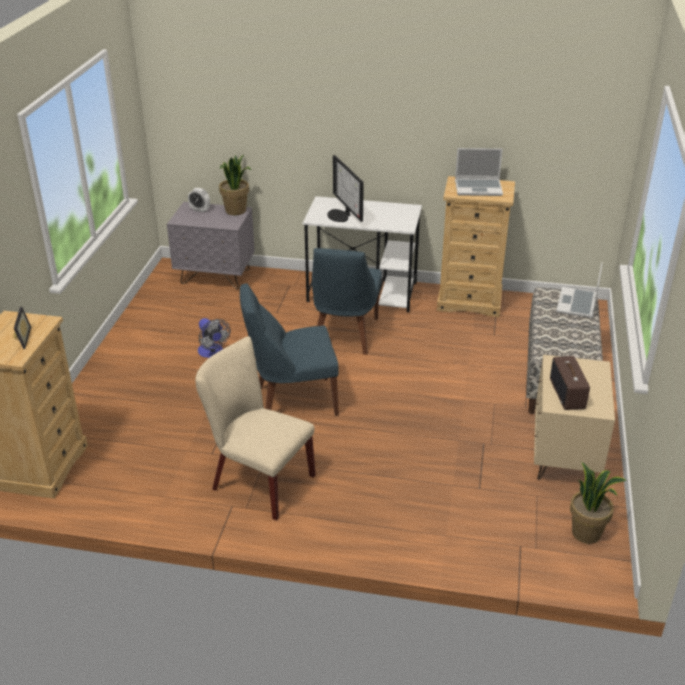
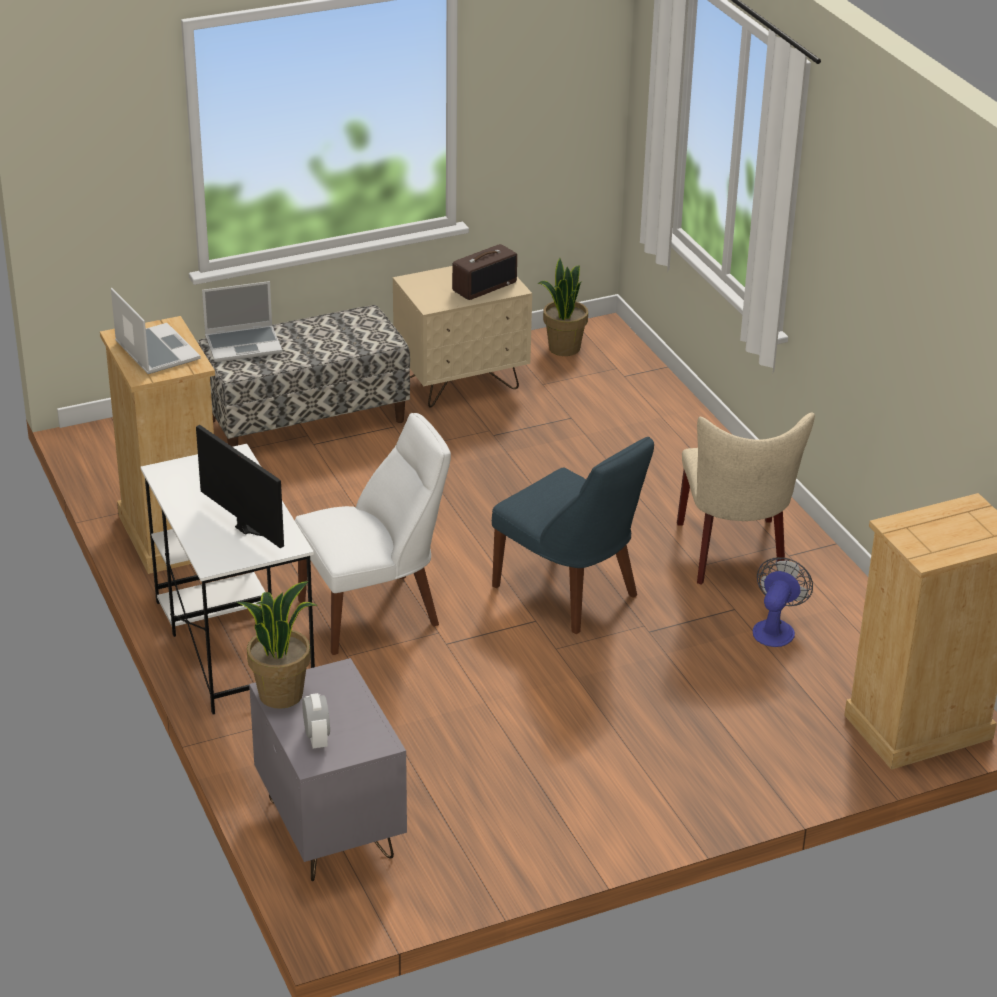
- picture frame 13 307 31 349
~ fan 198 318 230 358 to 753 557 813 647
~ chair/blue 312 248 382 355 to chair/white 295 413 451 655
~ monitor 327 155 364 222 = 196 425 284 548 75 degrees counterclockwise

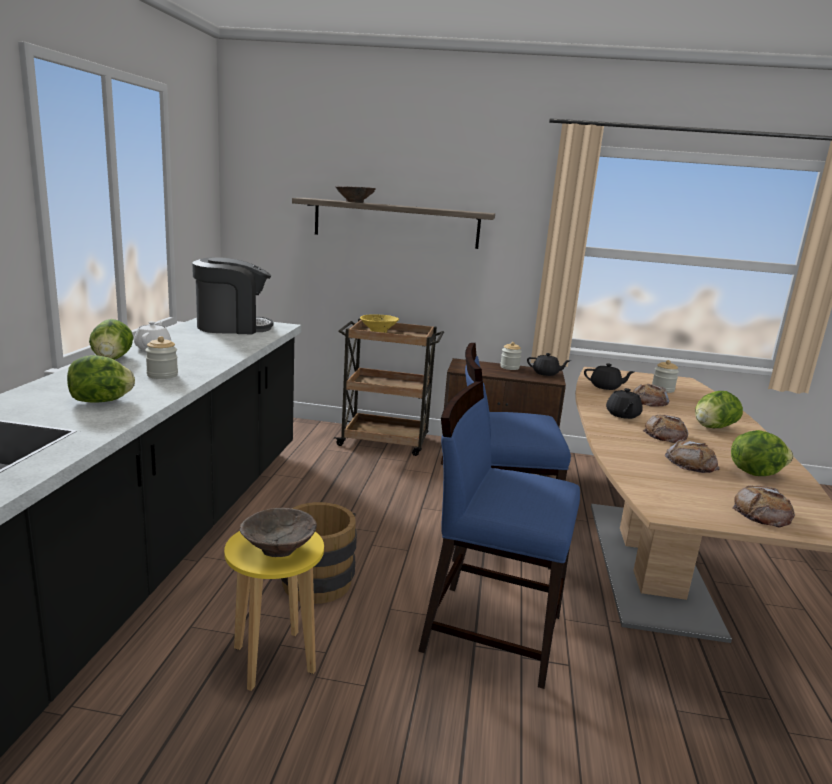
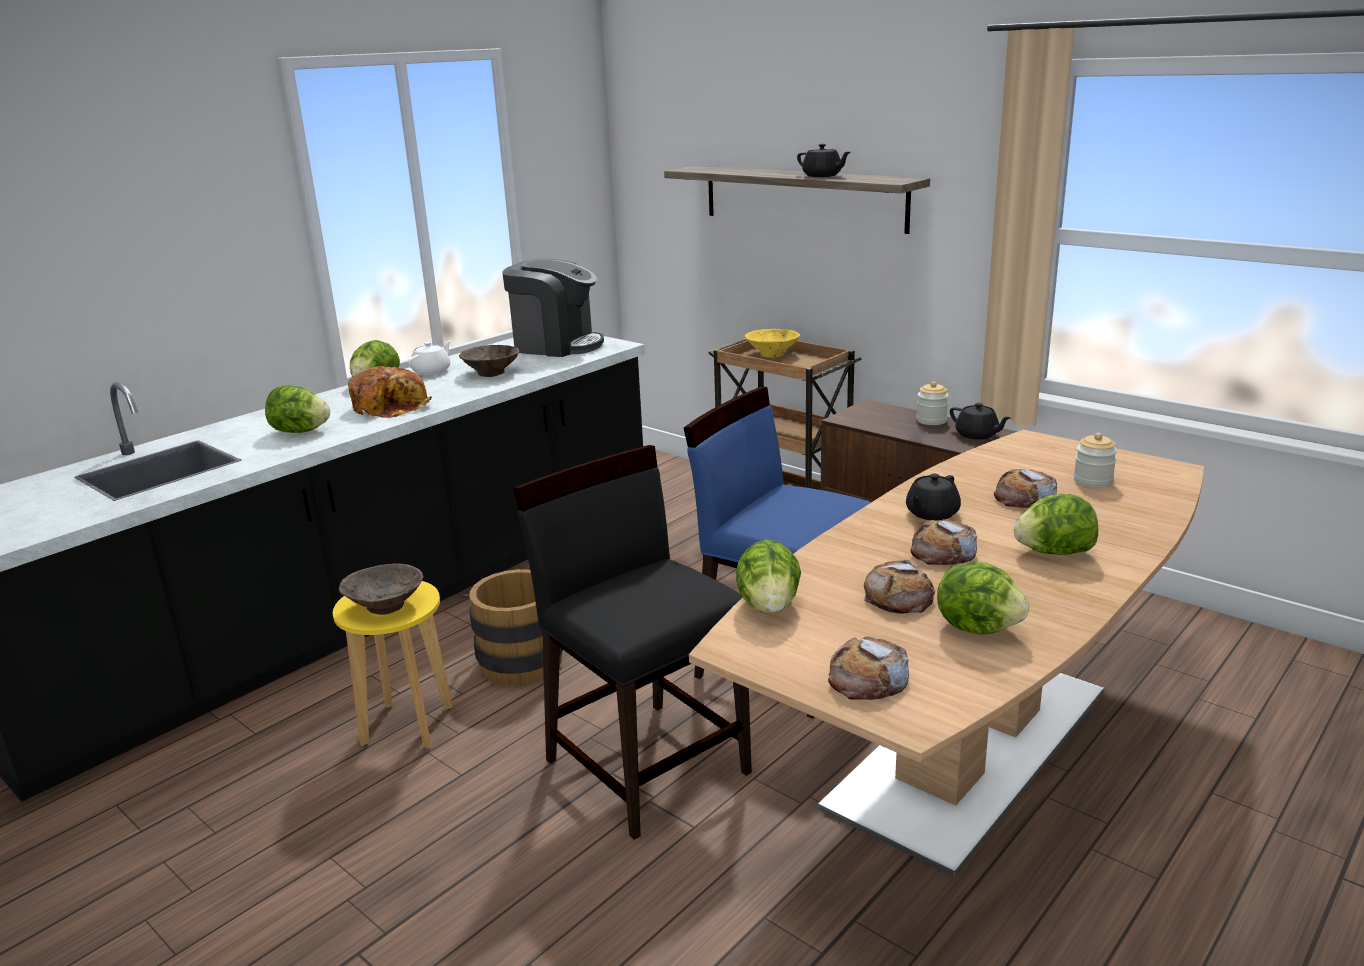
+ lettuce 736 539 801 614
~ bowl/brown 335 186 376 203 to 459 345 519 377
~ teapot/black 584 364 634 390 to 797 144 850 177
~ jar 145 336 178 379 to bread 348 366 432 418
~ chair/blue 418 381 580 689 to chair/black 513 445 752 840

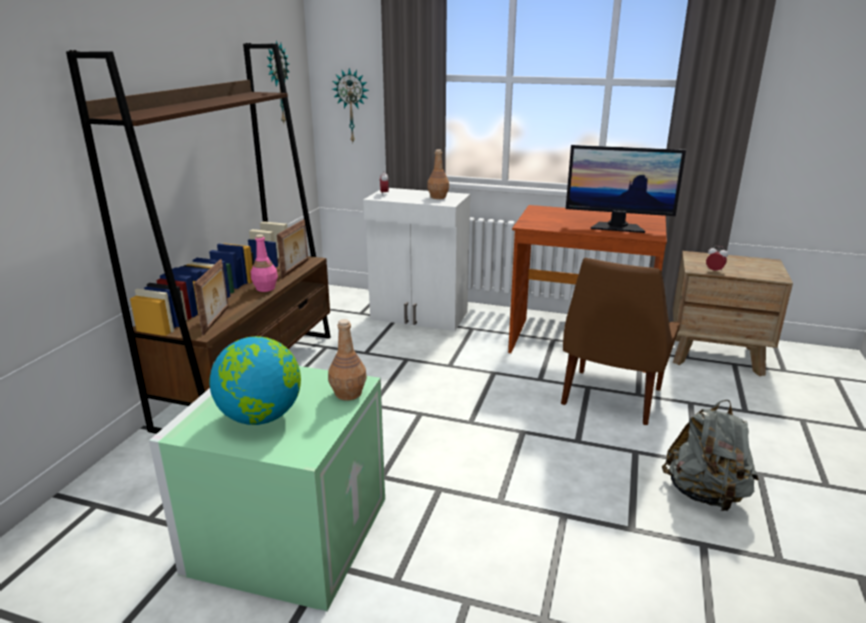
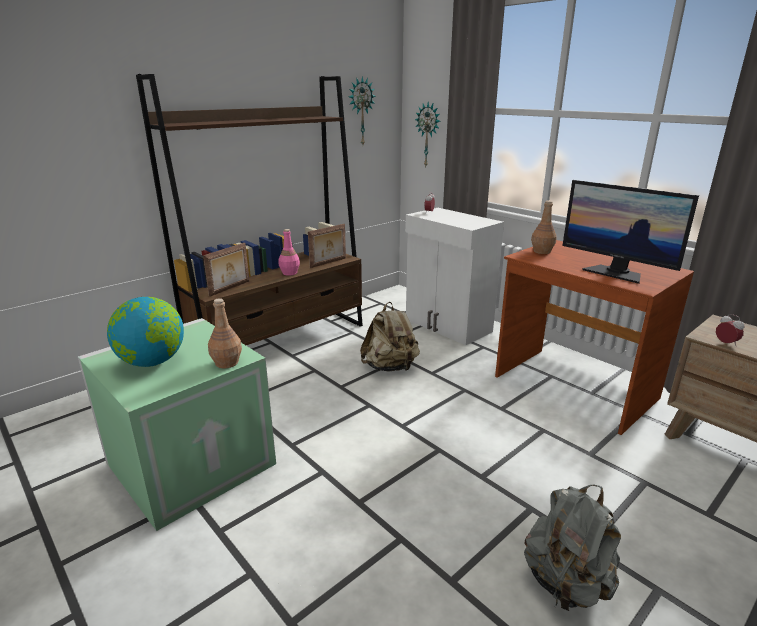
- chair/brown 561 258 680 425
+ backpack/beige 360 302 420 372
~ bottle/brown 427 150 449 199 to 531 201 557 254

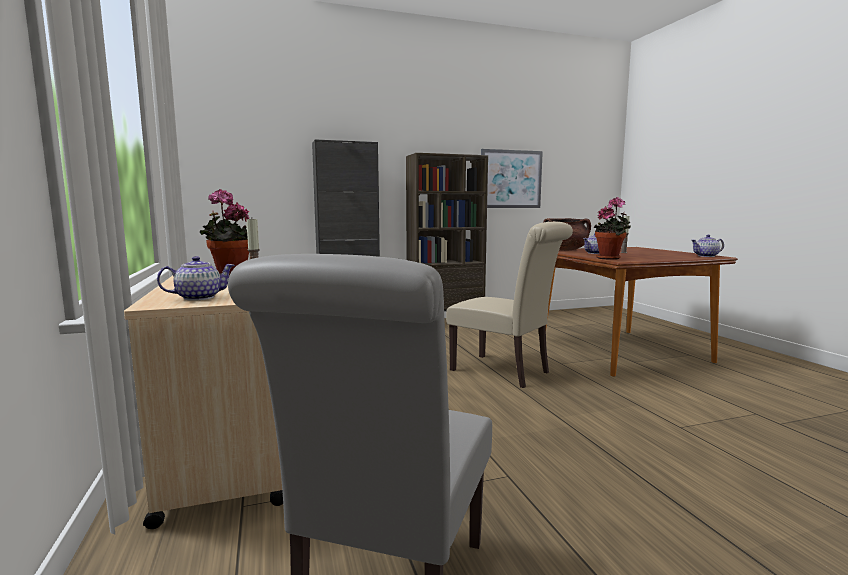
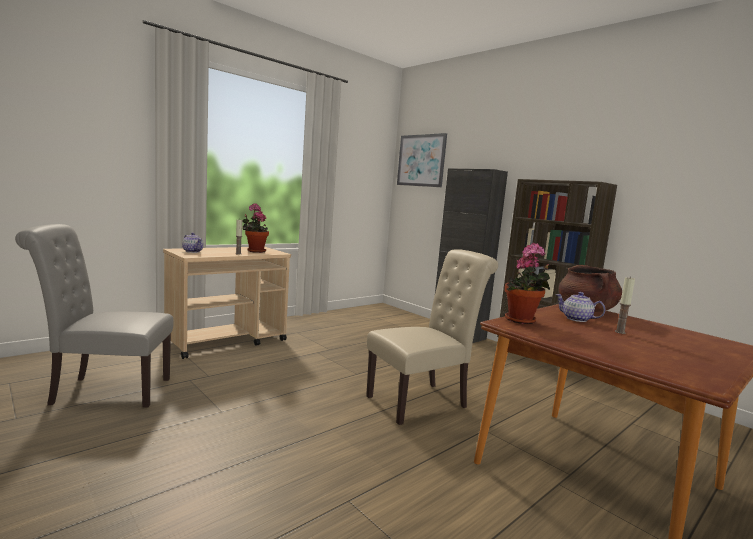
- teapot 691 235 724 257
~ picture 481 149 543 208 to 397 133 447 187
~ chair/beige 446 222 573 388 = 366 249 498 425 135 degrees counterclockwise

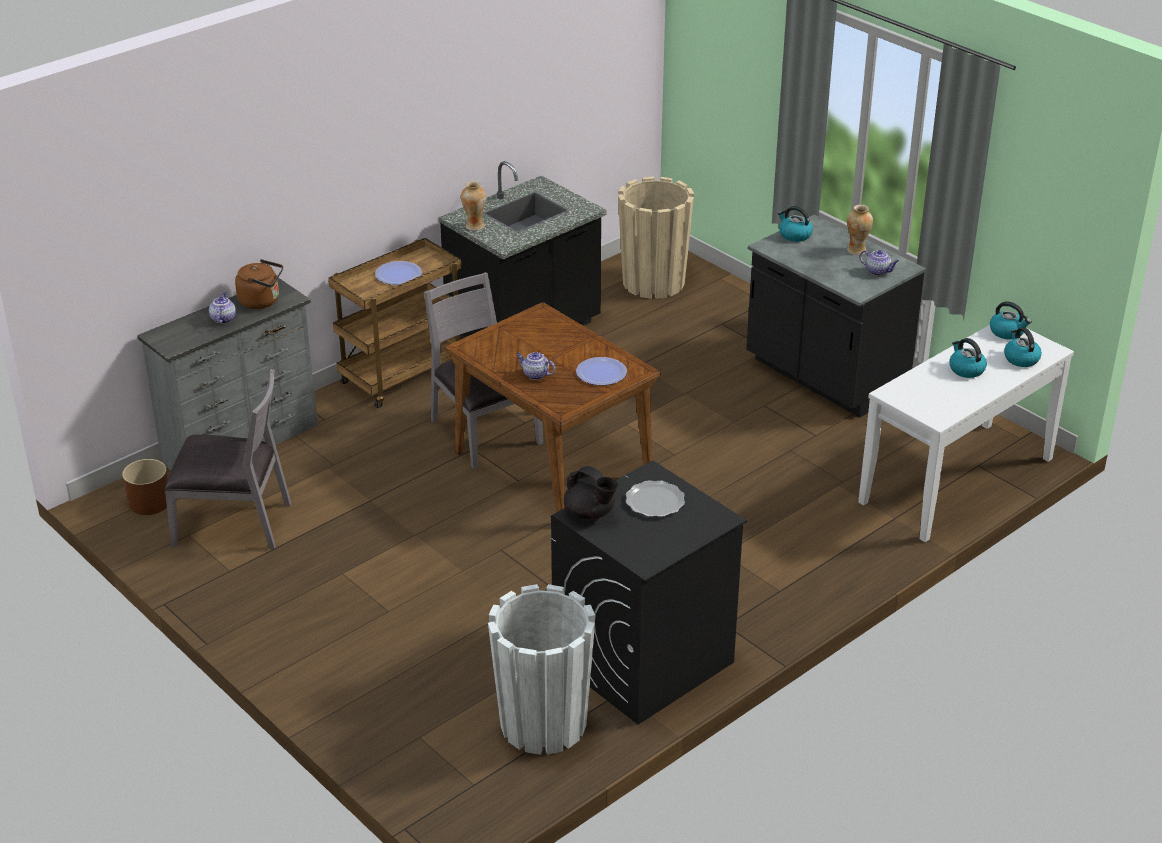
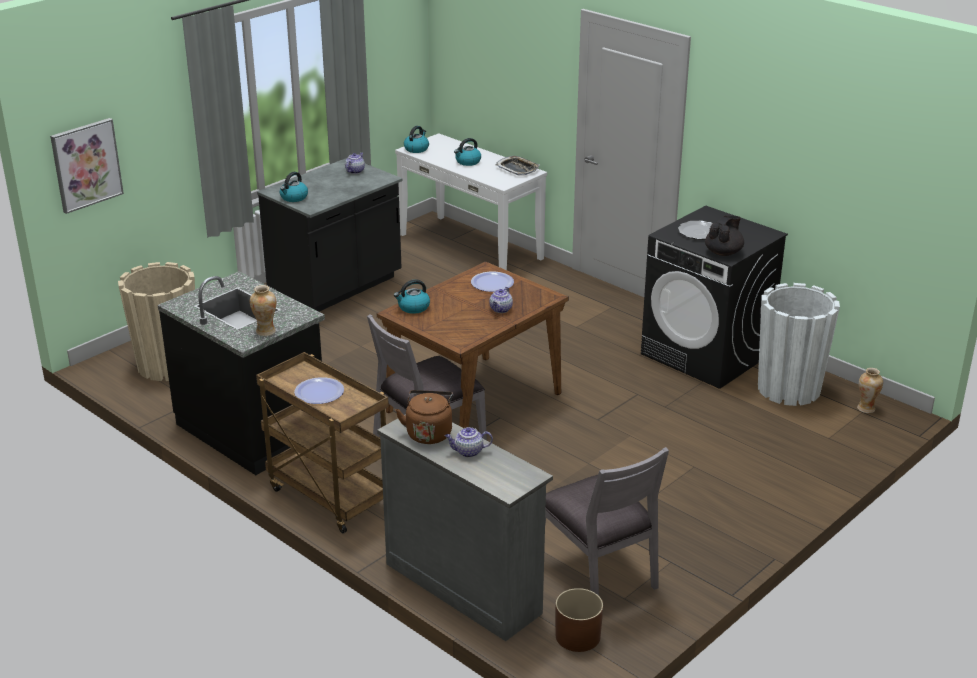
+ picture 50 118 124 214
+ tray 496 156 540 176
~ vase 847 205 873 255 to 857 368 883 413
~ kettle 1004 327 1042 367 to 394 279 430 314
~ chair/grey 165 369 291 549 = 545 447 669 596 150 degrees clockwise

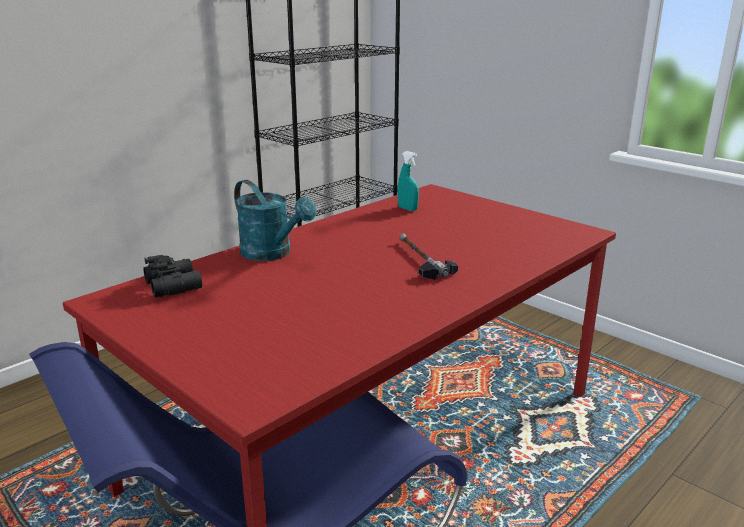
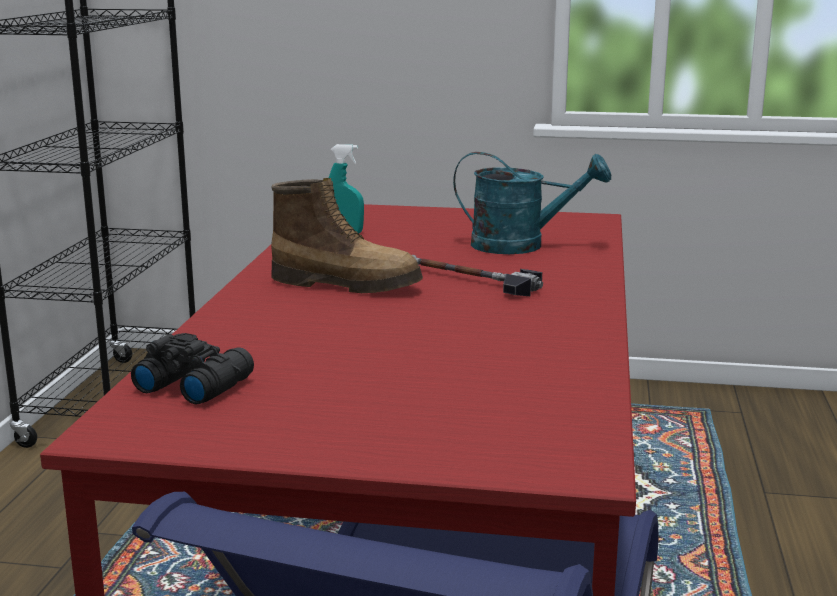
+ boot 271 178 423 293
~ watering can/turquoise 234 180 316 261 to 453 152 611 254

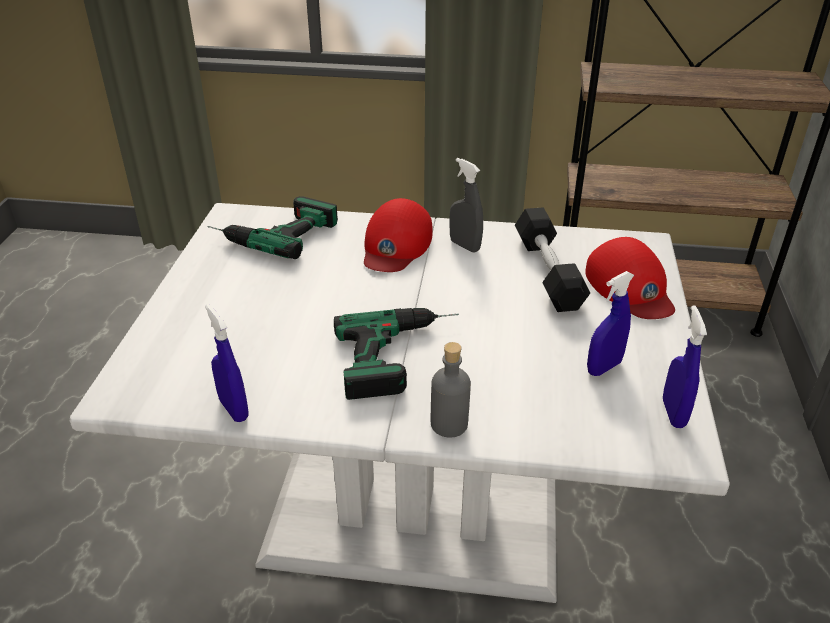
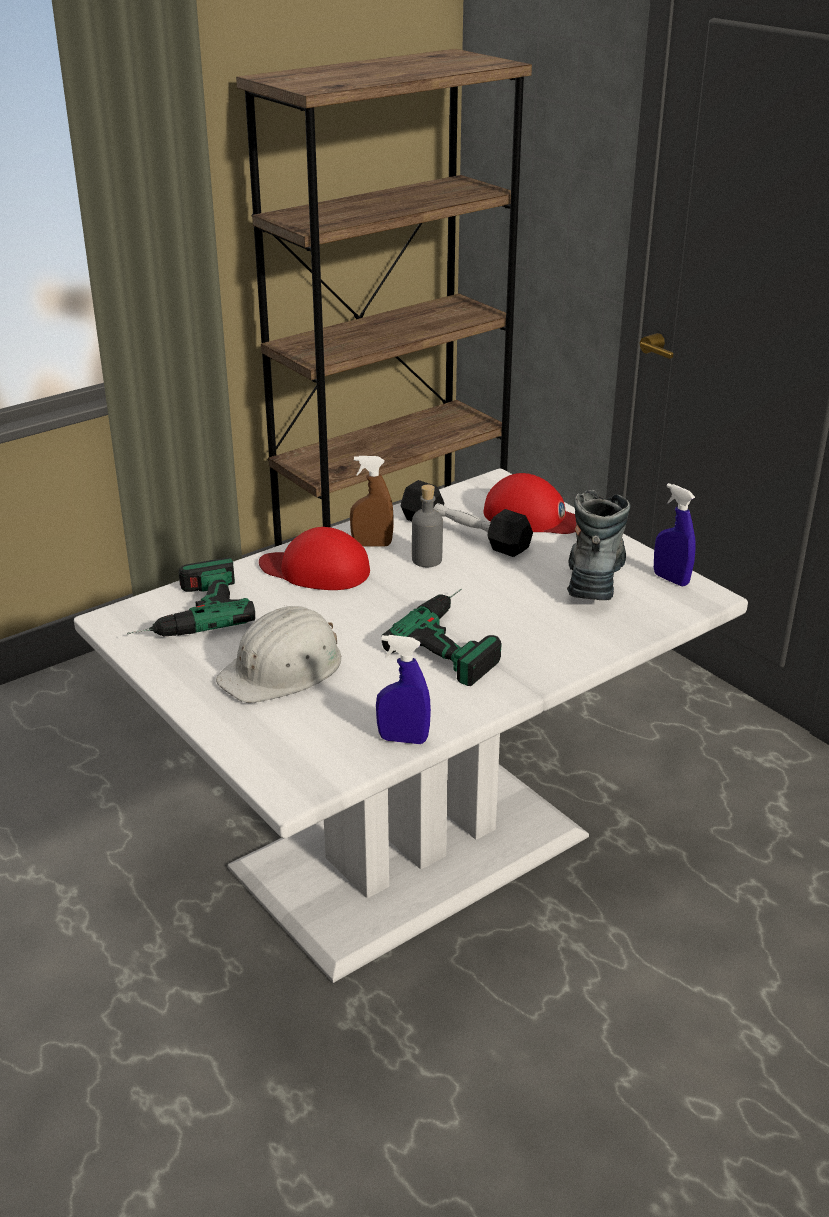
+ hard hat/white 216 606 341 703
~ bottle/grey 431 342 471 438 to 412 485 443 567
~ spray bottle/blue 587 271 634 376 to boot 567 490 631 600
~ spray bottle/grey 449 158 483 253 to spray bottle/brown 350 456 394 547
~ cap/red 364 198 432 272 = 259 527 370 590 135 degrees clockwise

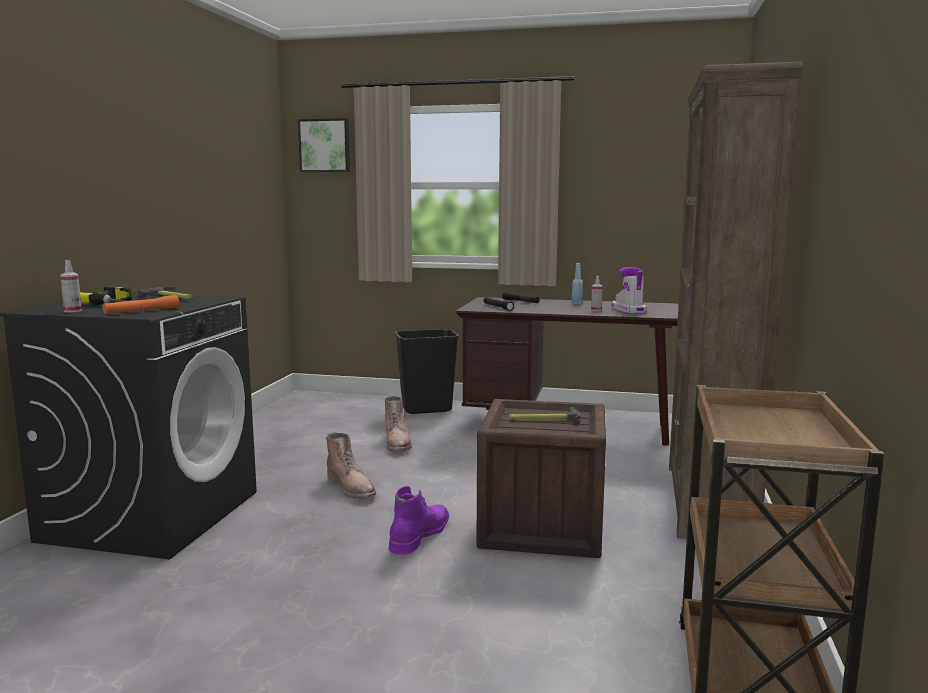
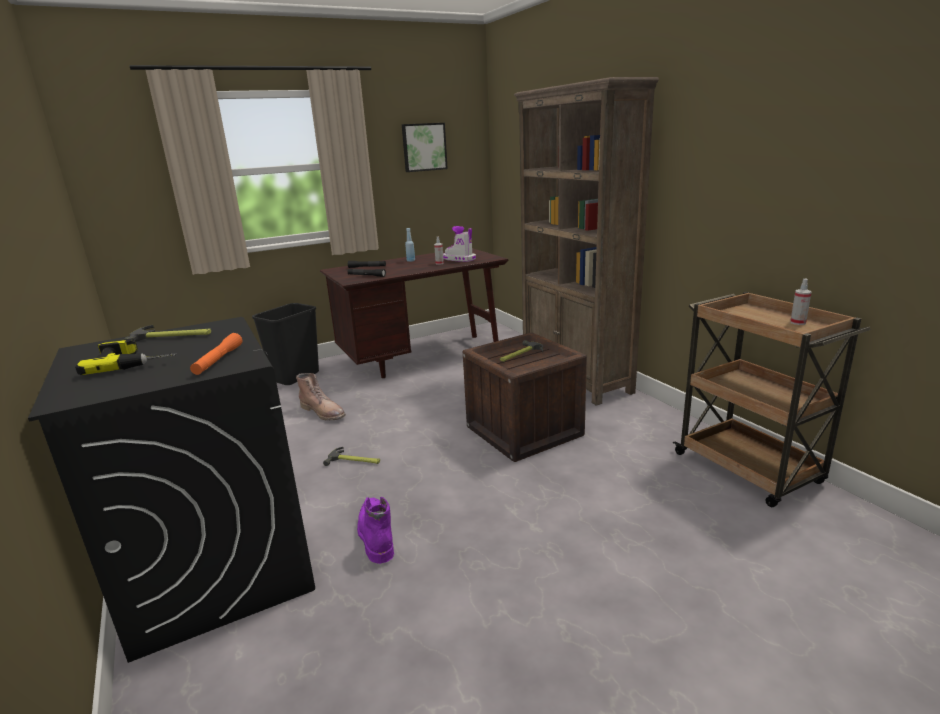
~ spray bottle 60 260 82 313 to 790 279 812 325
~ picture 298 118 350 172 to 402 123 448 172
~ boot/purple 389 486 449 555 to 357 497 394 564
~ boot/brown 326 432 376 499 to hammer 323 447 380 466

